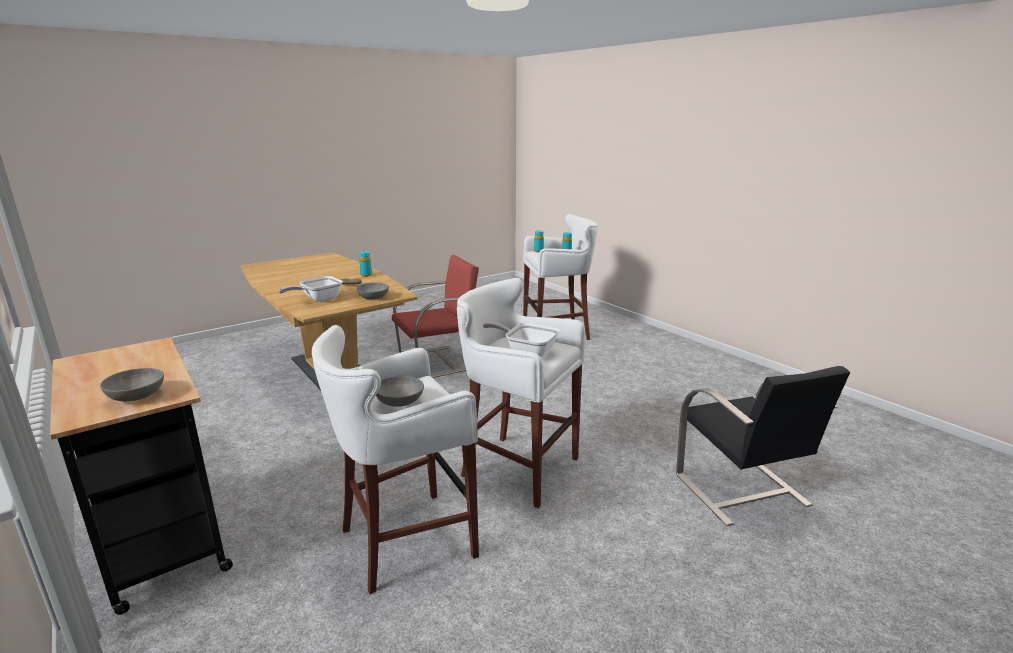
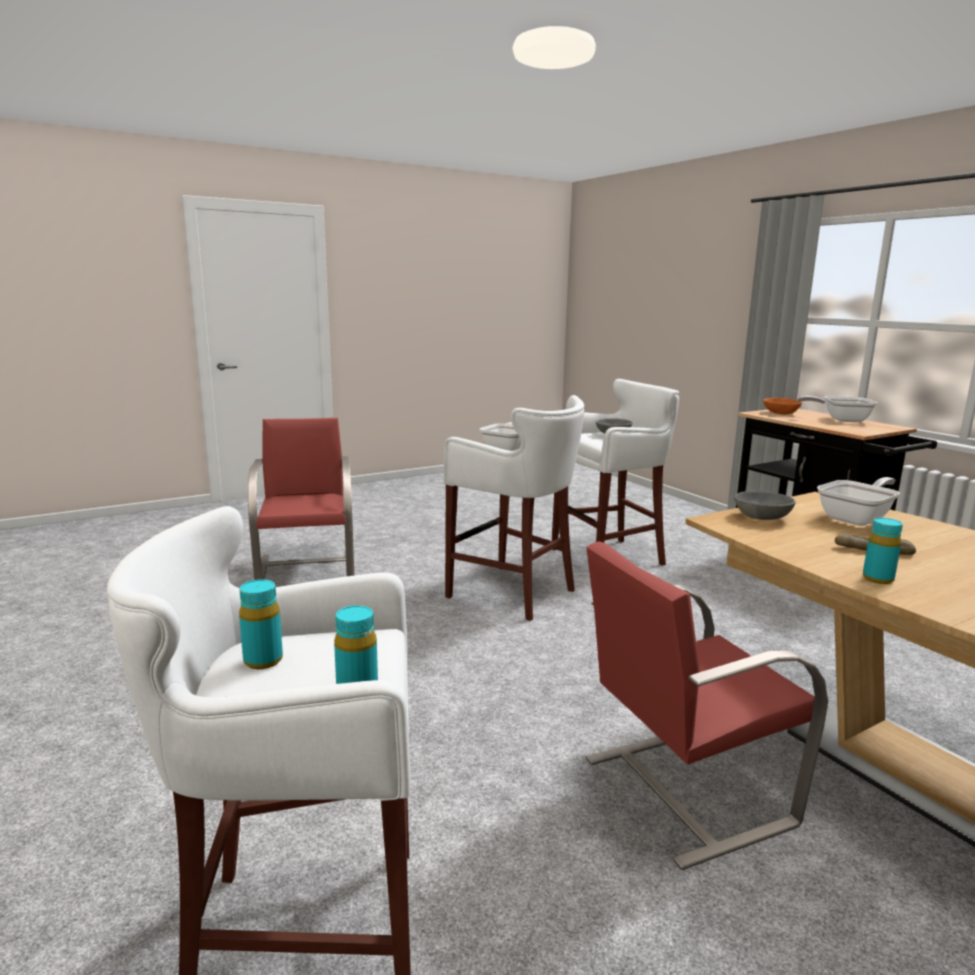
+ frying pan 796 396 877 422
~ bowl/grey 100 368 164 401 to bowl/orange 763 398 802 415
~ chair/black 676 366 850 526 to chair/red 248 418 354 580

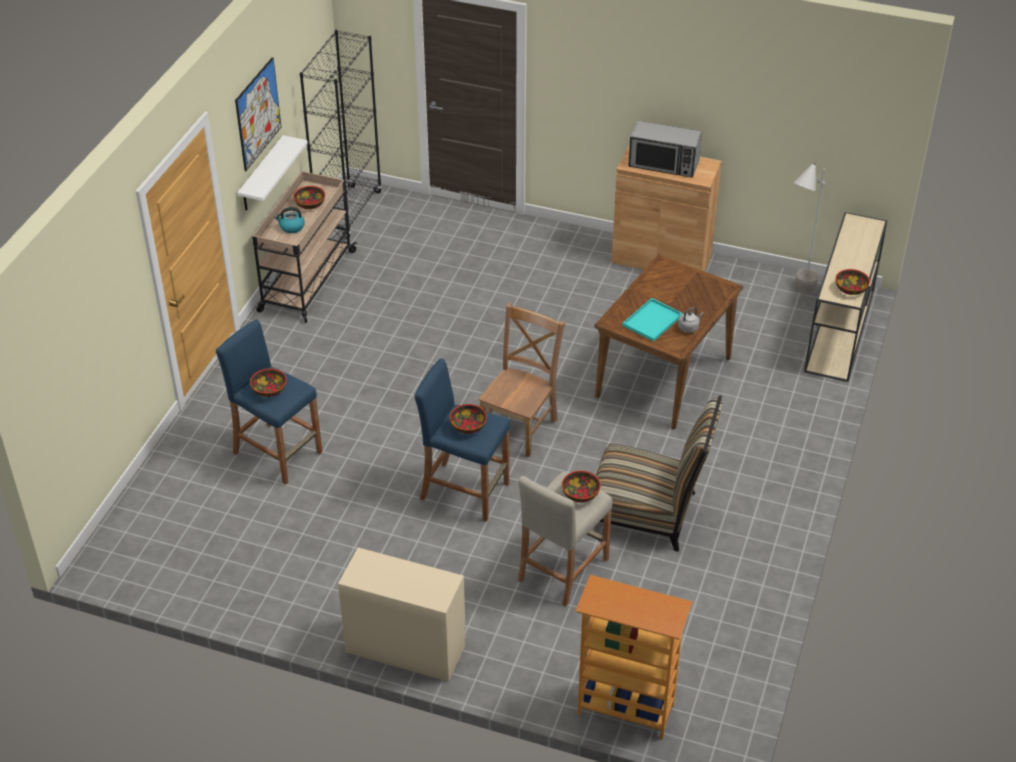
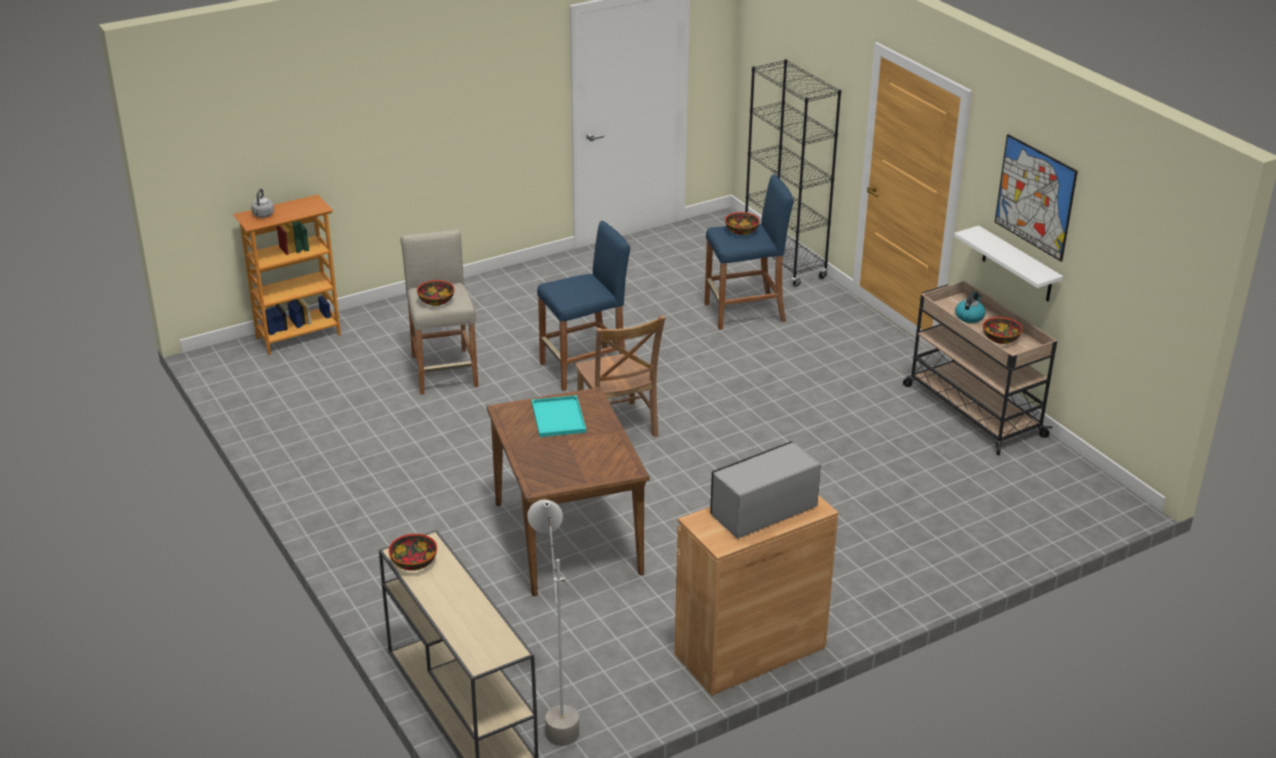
- dresser/beige 338 547 466 682
- bowl 450 404 487 434
- chair 595 395 723 552
~ bookcase/black 300 30 382 239 to 745 59 841 287
~ kettle/grey 678 307 704 333 to 251 189 274 218

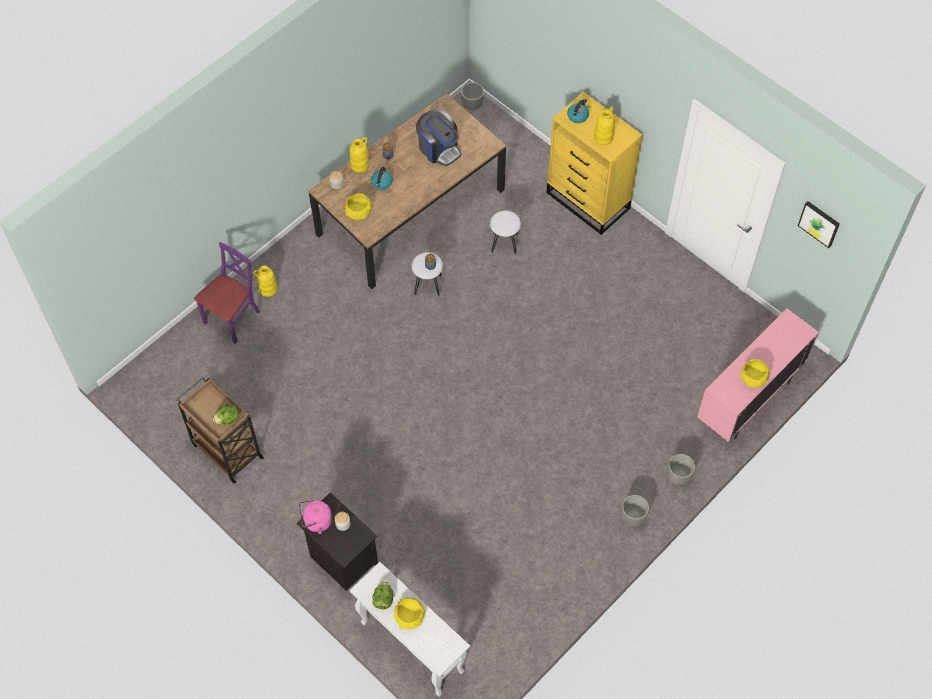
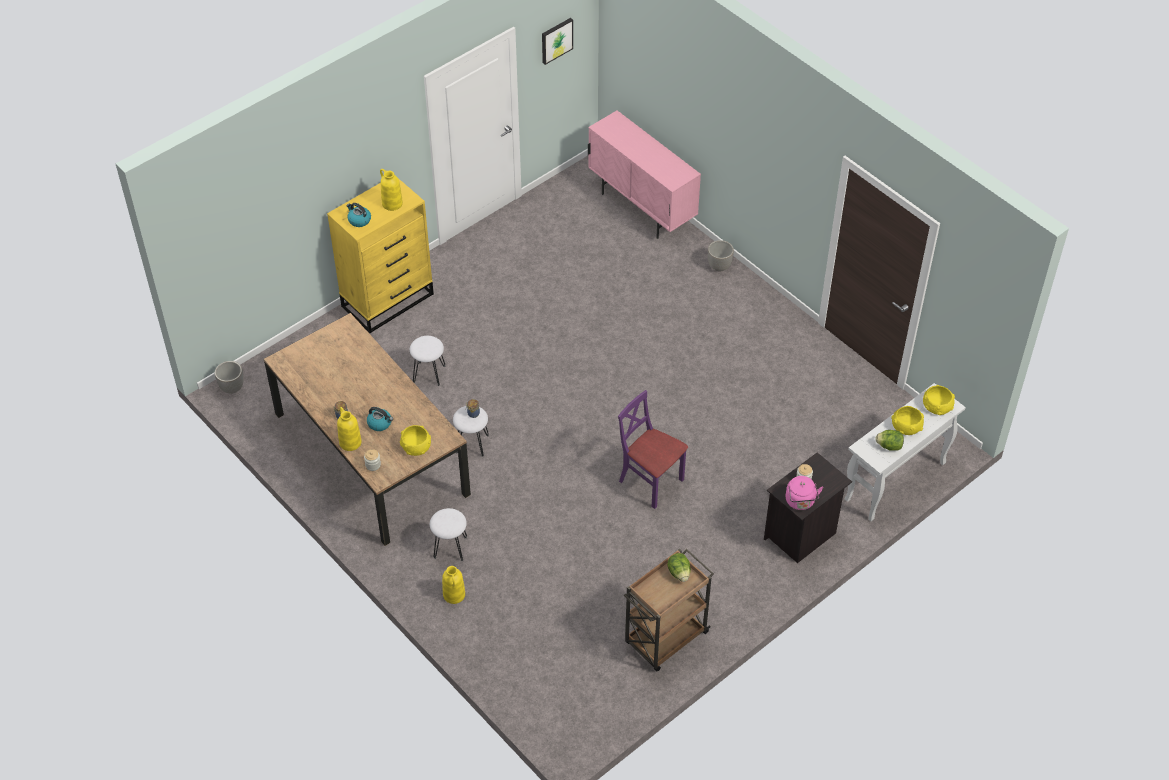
- coffee machine 416 109 461 166
- planter 621 495 649 526
+ stool/white 430 508 467 561
~ chair/purple 194 242 260 344 to 618 390 688 509
~ bowl/yellow 740 358 770 388 to 923 385 955 415

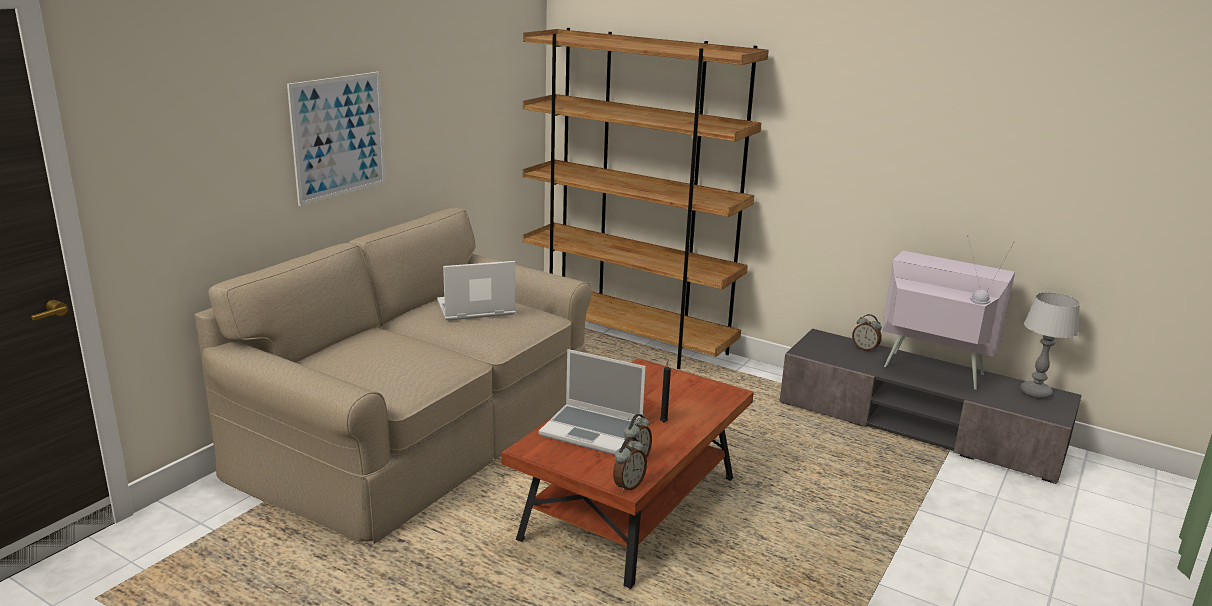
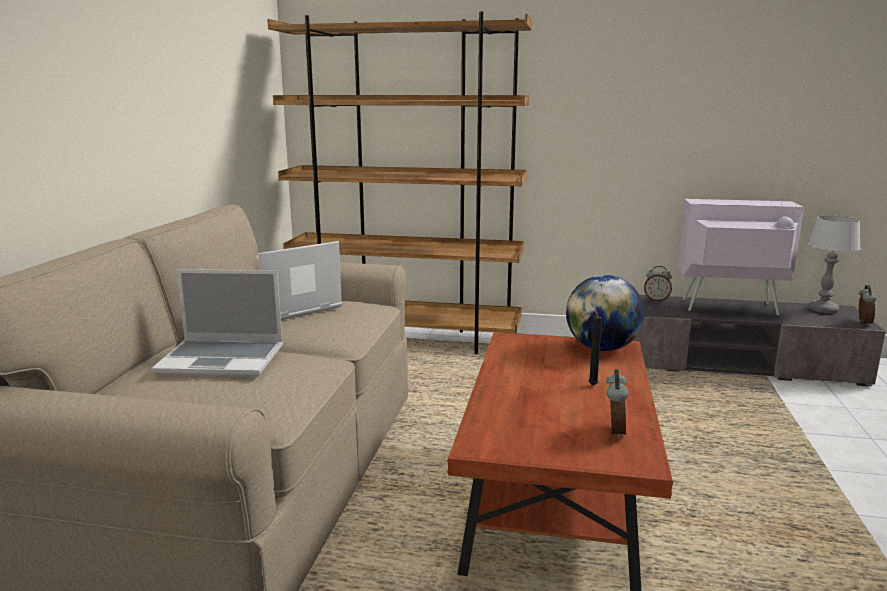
- picture 287 72 386 206
+ globe 566 275 644 351
~ laptop 538 349 646 455 to 151 269 283 377
~ alarm clock 613 437 647 492 to 859 285 877 326

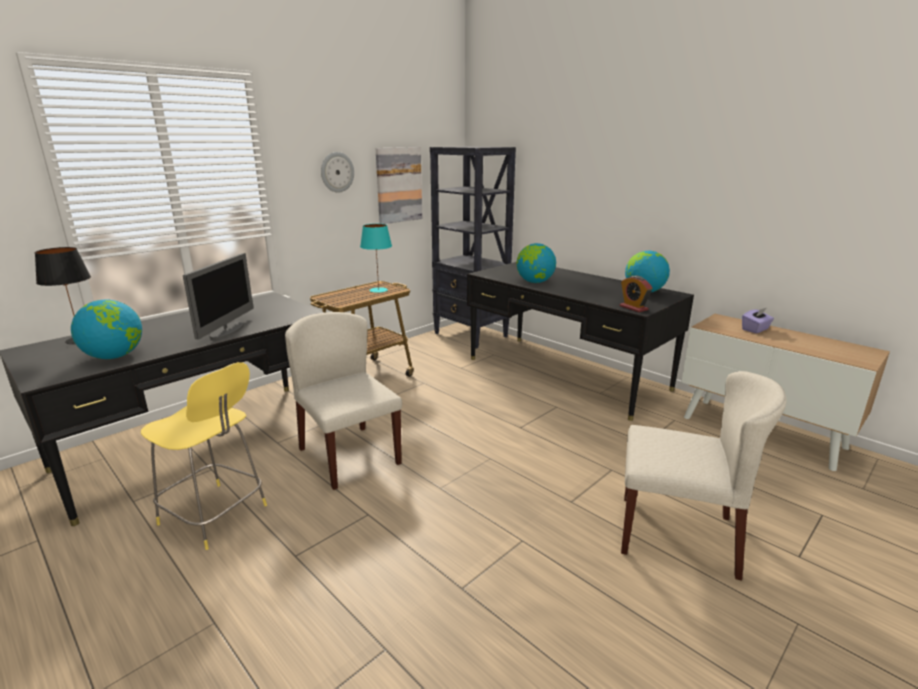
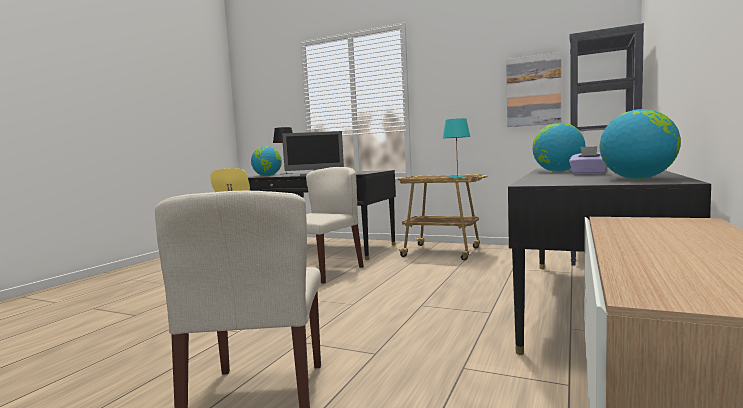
- wall clock 321 152 354 193
- alarm clock 619 276 652 312
~ tissue box/purple 742 308 774 333 to 569 146 607 175

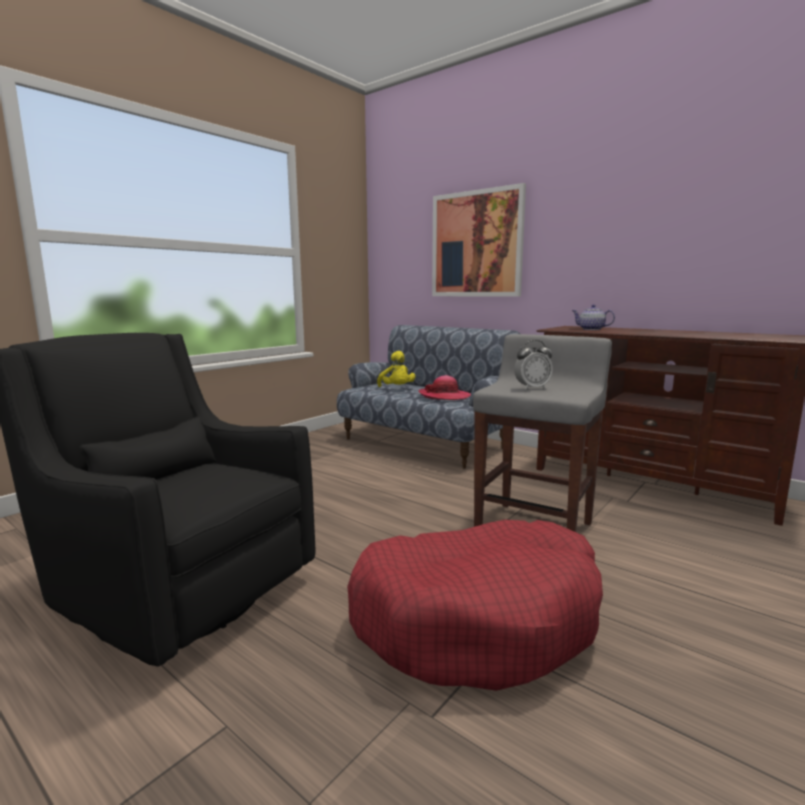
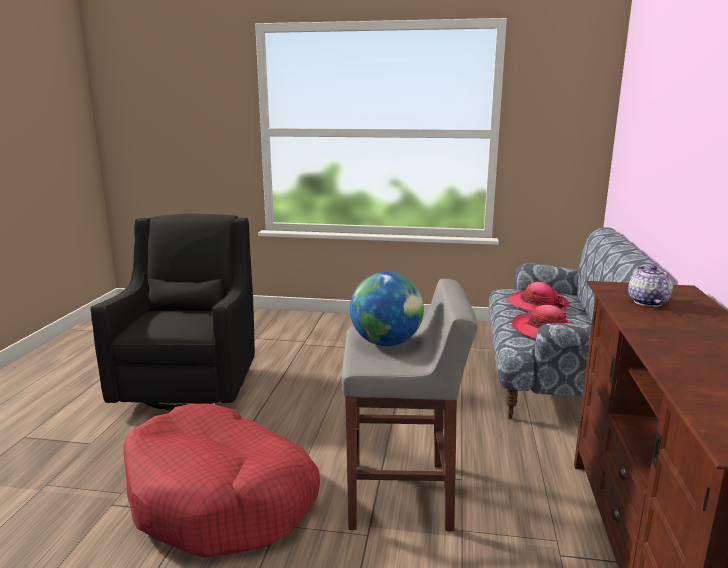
- picture 432 183 526 297
~ plush toy/yellow 377 351 415 387 to hat 508 282 569 312
~ alarm clock 514 340 553 390 to globe 350 272 424 346

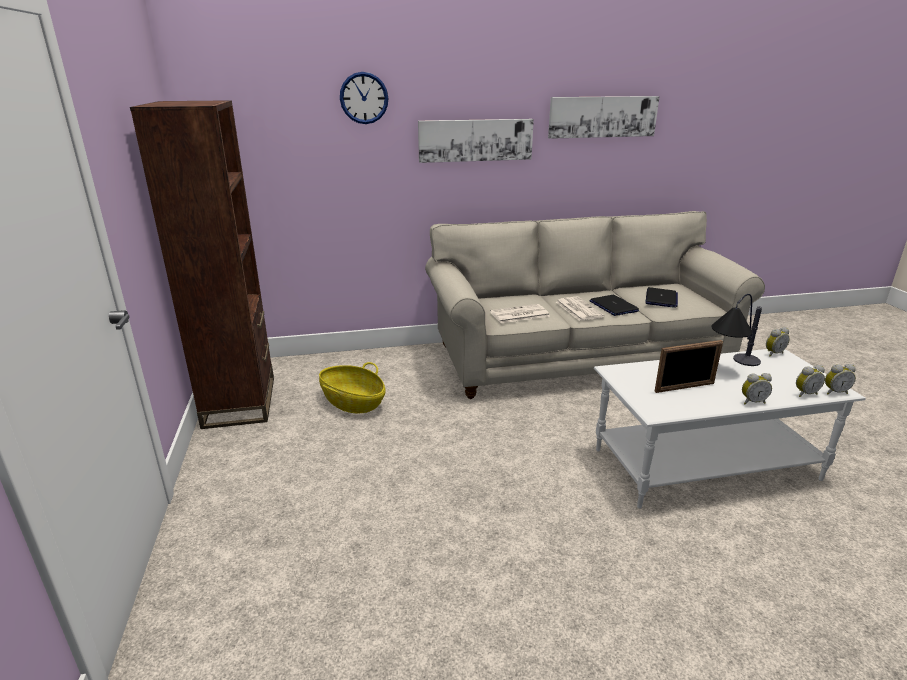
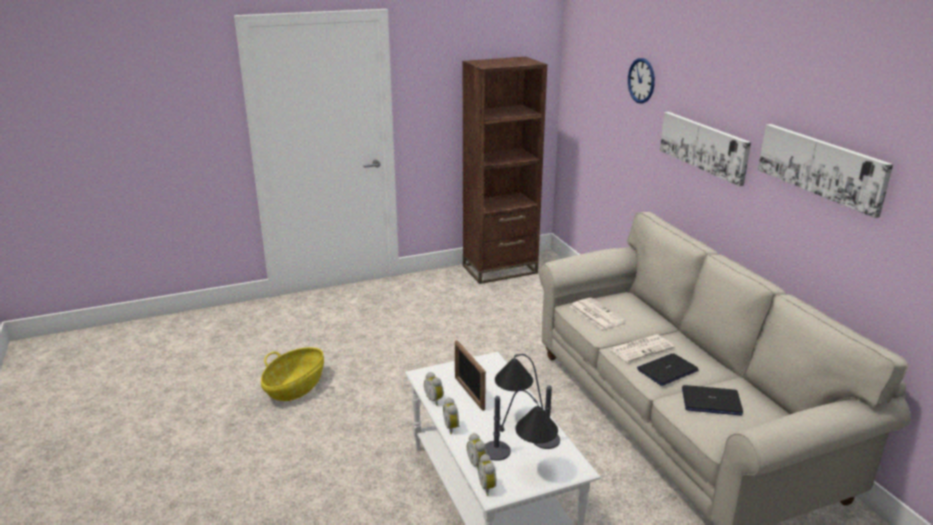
+ table lamp 485 389 558 461
~ basket 319 362 386 414 to 261 347 324 401
~ alarm clock 766 327 790 356 to 424 372 444 406

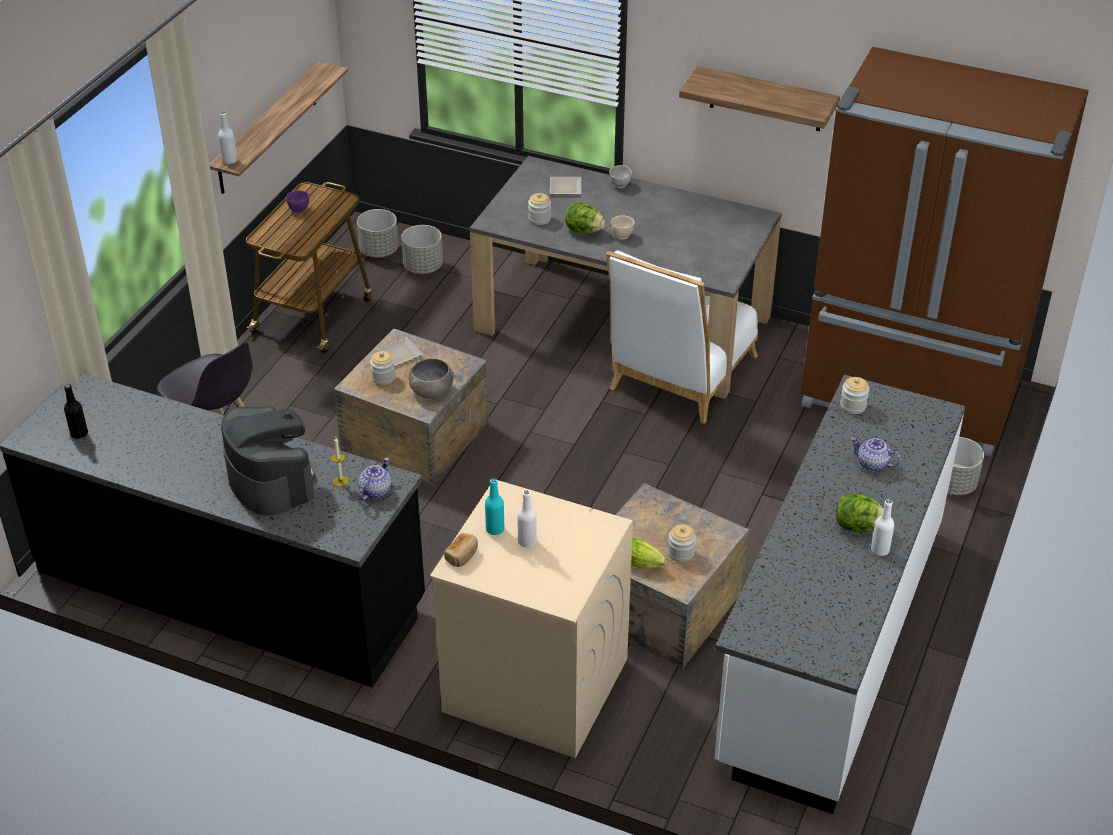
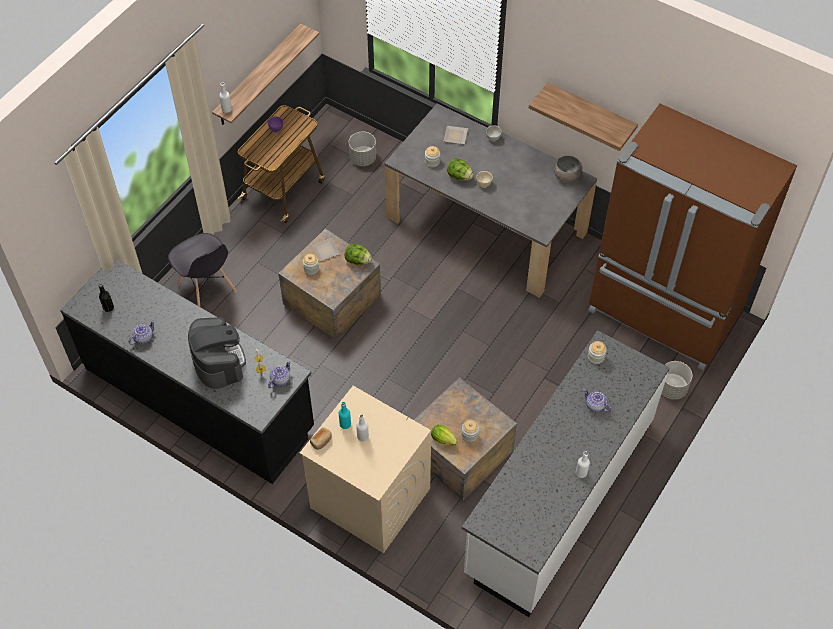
- planter/grey 357 209 398 257
- chair/white 606 251 758 424
+ teapot 129 320 155 345
~ bowl/grey 409 358 454 399 to 554 155 583 182
~ lettuce 836 494 884 532 to 344 243 372 265

